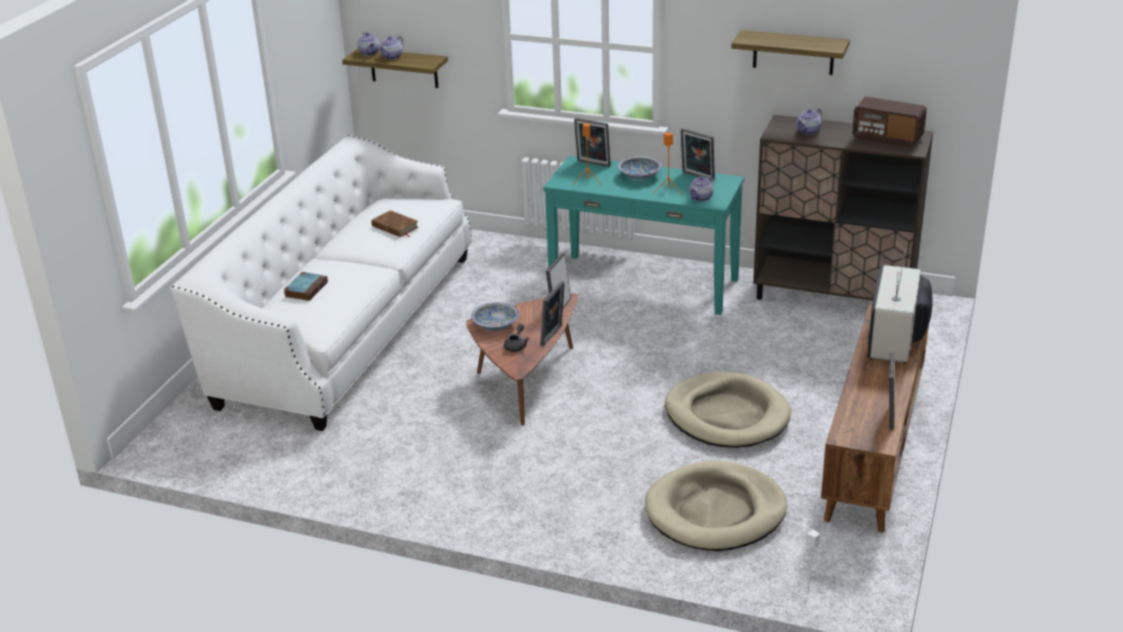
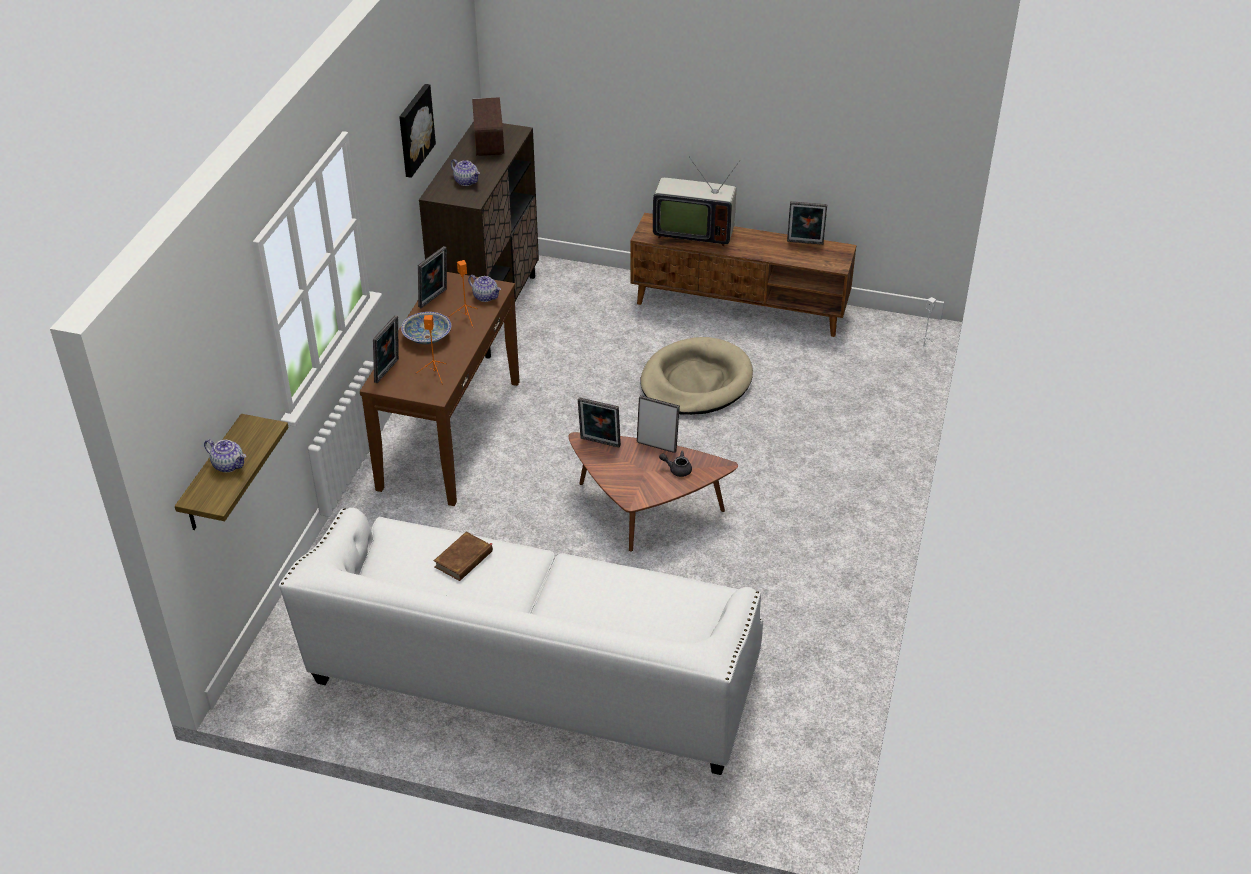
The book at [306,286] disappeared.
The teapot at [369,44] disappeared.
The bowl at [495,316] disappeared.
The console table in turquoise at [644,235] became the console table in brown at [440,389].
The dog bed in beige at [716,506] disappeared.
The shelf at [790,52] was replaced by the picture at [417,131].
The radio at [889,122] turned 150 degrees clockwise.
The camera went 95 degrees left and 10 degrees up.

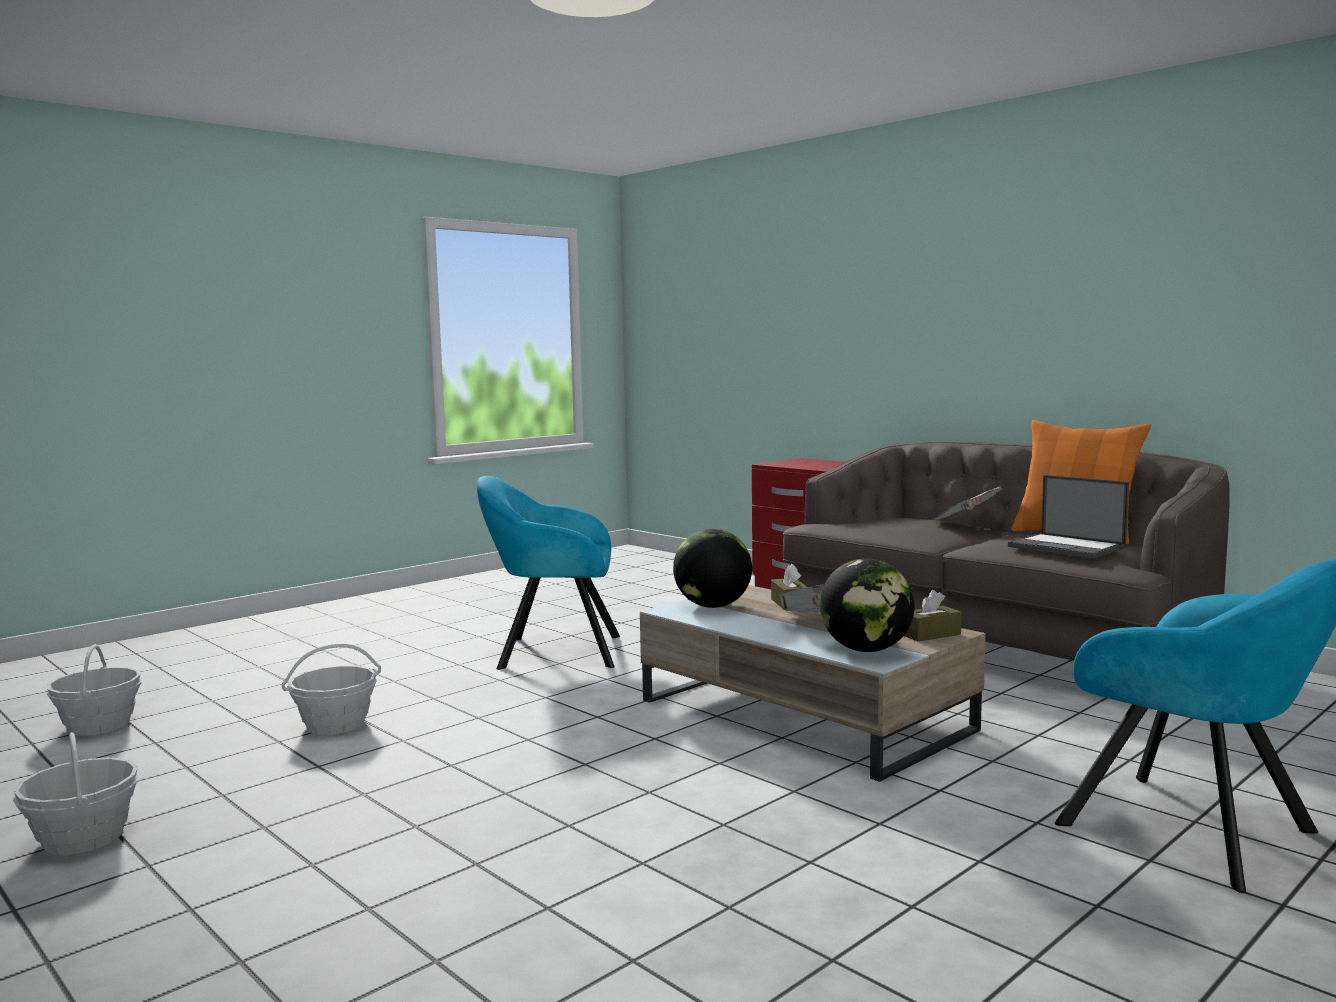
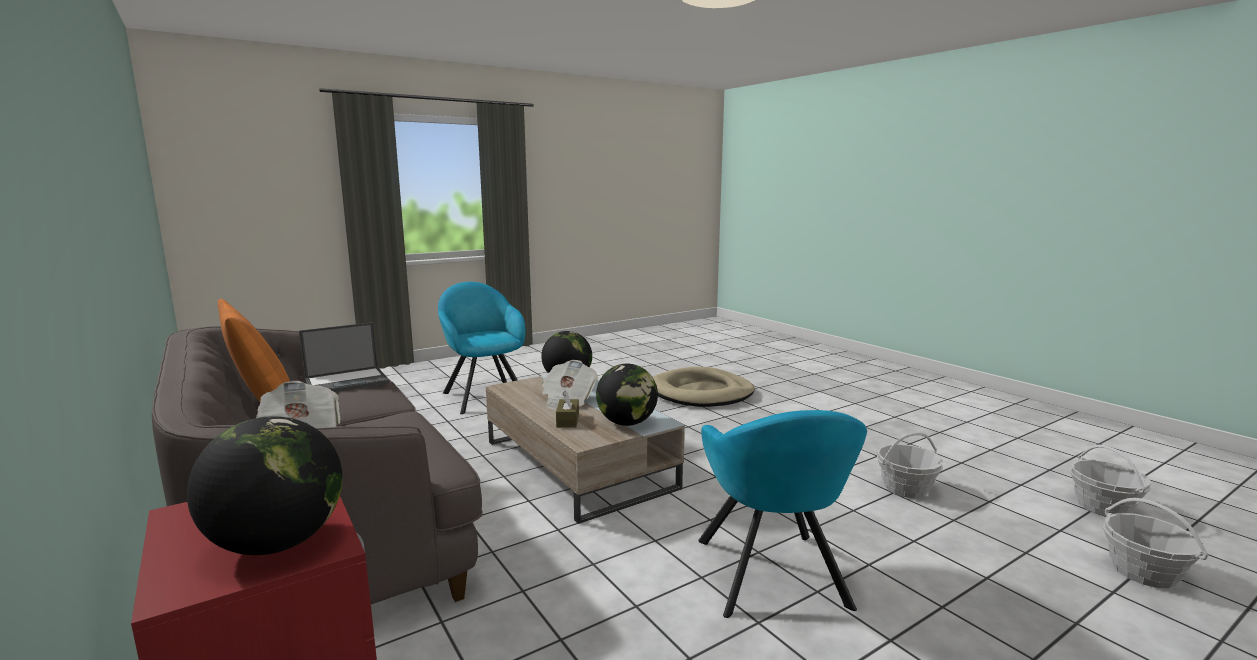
The basket moved from [76,793] to [1155,543].
The armchair in turquoise at [548,573] turned 75 degrees clockwise.
The tissue box in brown at [933,616] disappeared.
The laptop at [1068,517] turned 90 degrees clockwise.
The globe at [264,485] appeared.
The dog bed in beige at [704,387] appeared.
The camera went 170 degrees left and 5 degrees up.

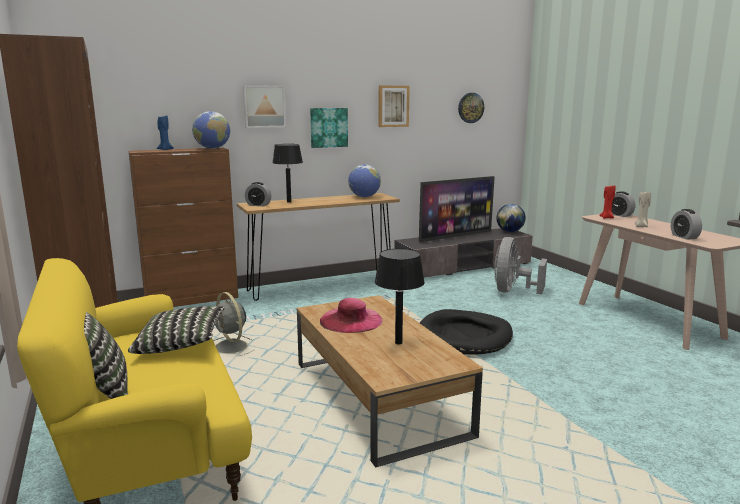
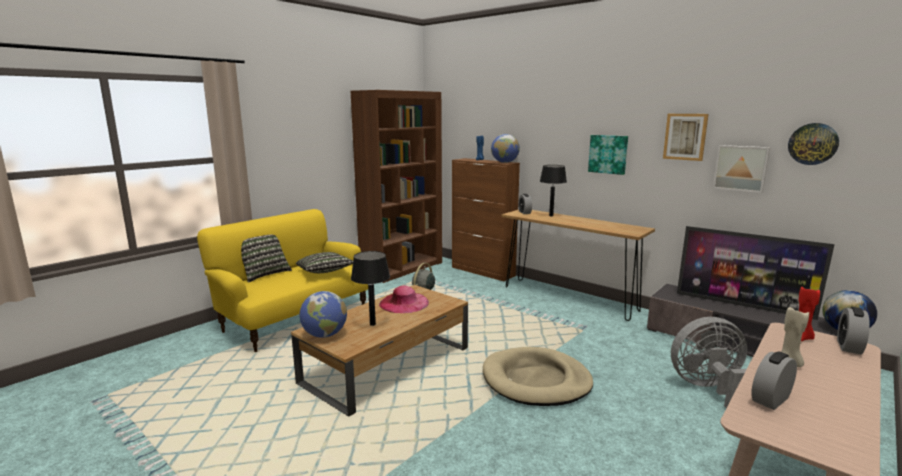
The picture moved from [264,106] to [741,169].
The globe moved from [364,180] to [323,314].
The dog bed in black at [466,332] became the dog bed in beige at [538,376].
The camera went 65 degrees right and 0 degrees up.

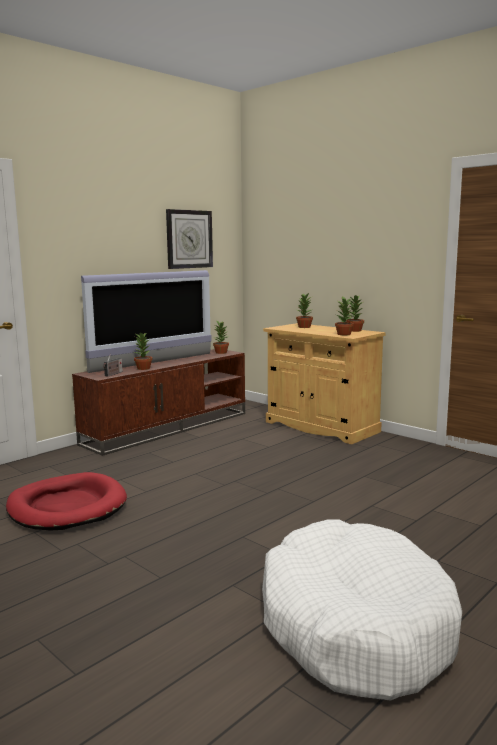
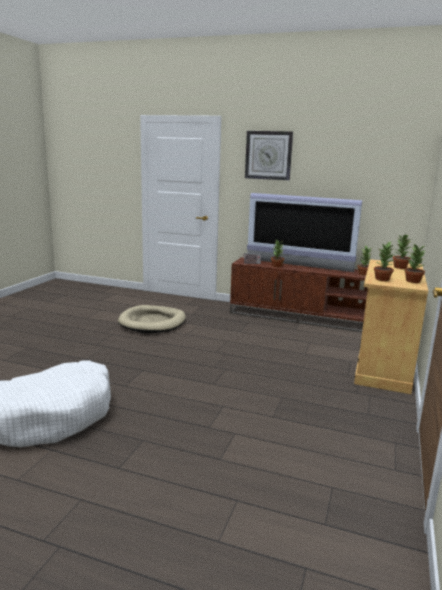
The dog bed in red at [66,501] became the dog bed in beige at [152,319].
The wall clock moved from [189,239] to [269,155].
The camera went 65 degrees right and 5 degrees up.

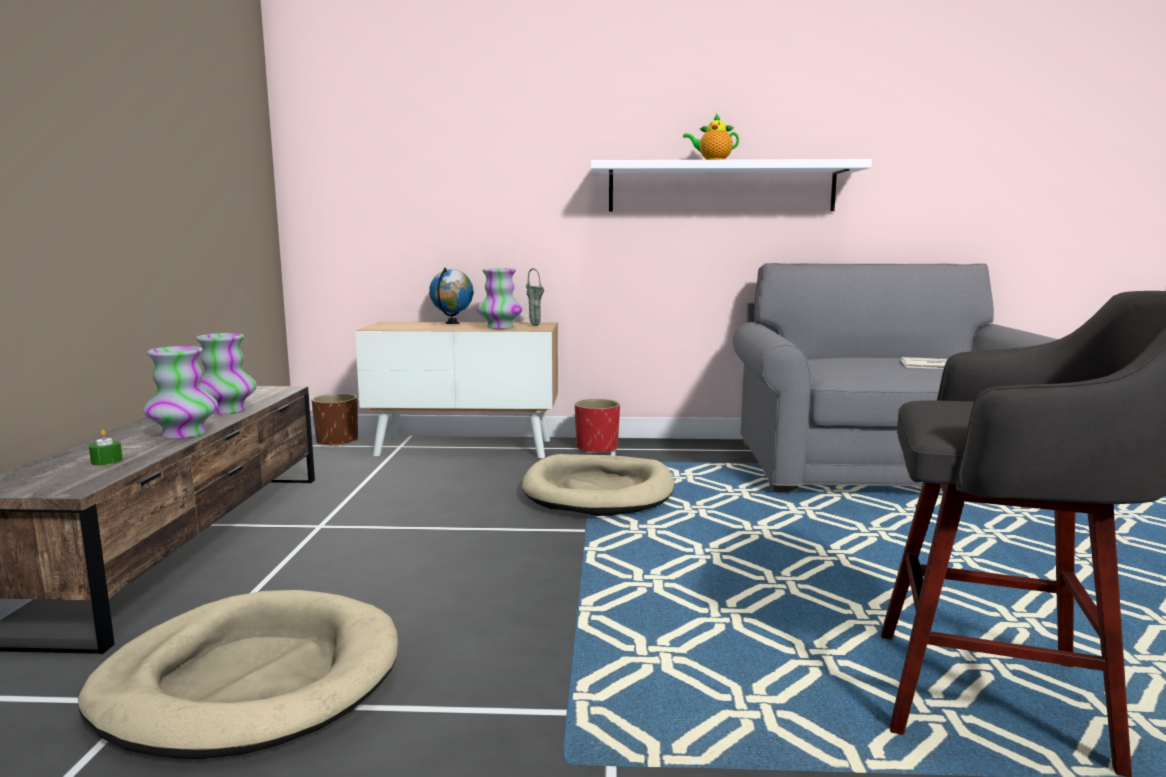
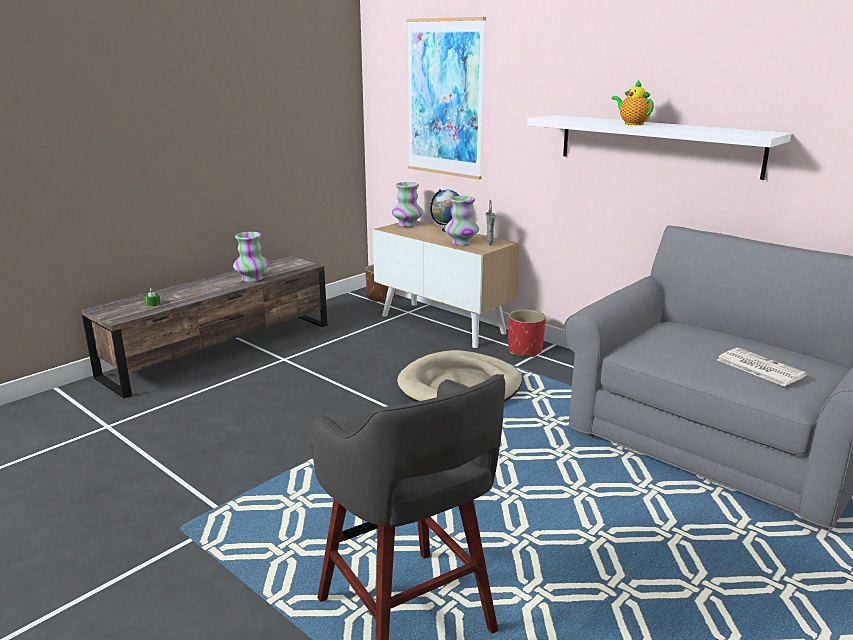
The dog bed in beige at [238,674] disappeared.
The vase moved from [180,392] to [407,204].
The picture at [446,98] appeared.
The camera went 40 degrees right and 10 degrees up.

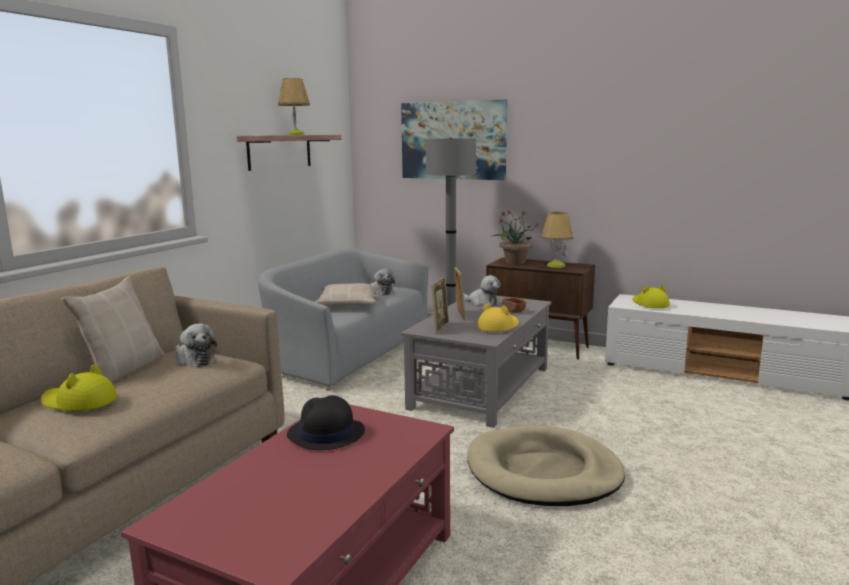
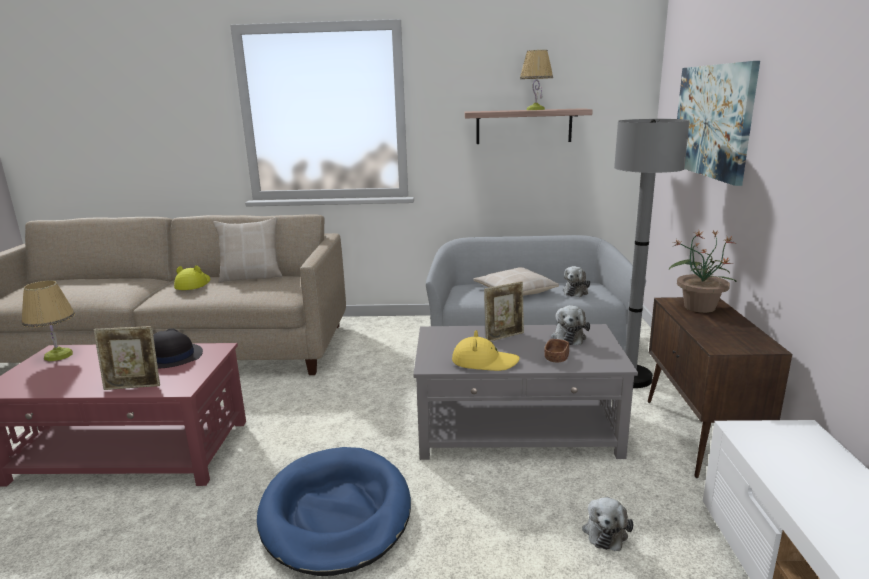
The plush toy moved from [196,345] to [607,524].
The picture frame moved from [440,305] to [127,358].
The dog bed in beige at [546,465] became the dog bed in blue at [334,511].
The table lamp moved from [557,240] to [48,321].
The hat in yellow at [651,296] disappeared.
The camera went 65 degrees right and 5 degrees up.

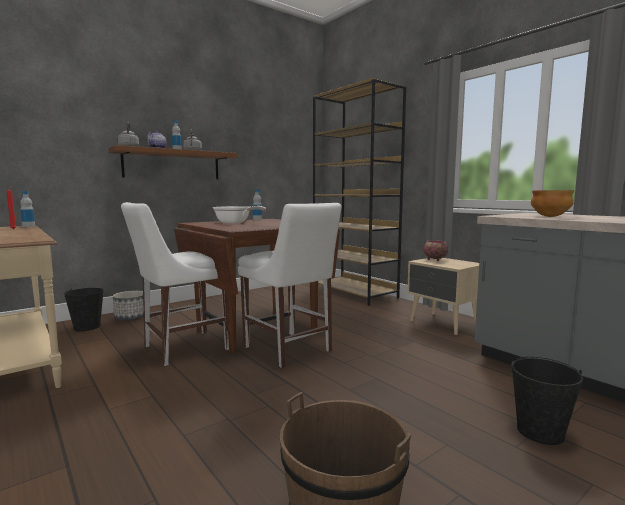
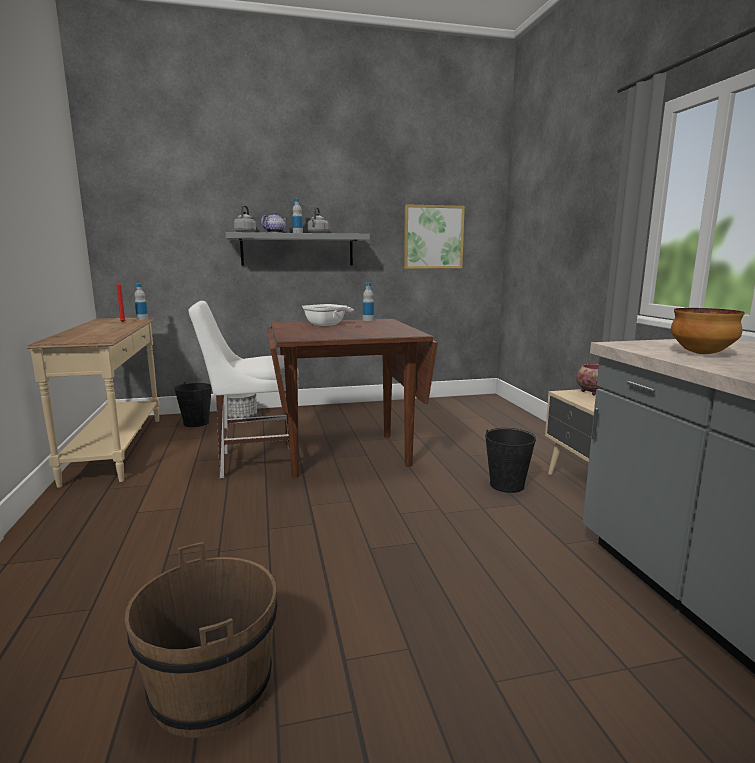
The shelf in brown at [173,162] became the shelf in grey at [298,249].
The chair in white at [290,285] disappeared.
The bookcase in brown at [359,192] disappeared.
The bucket in black moved from [547,401] to [510,460].
The picture at [434,236] appeared.
The camera went 25 degrees right and 5 degrees up.

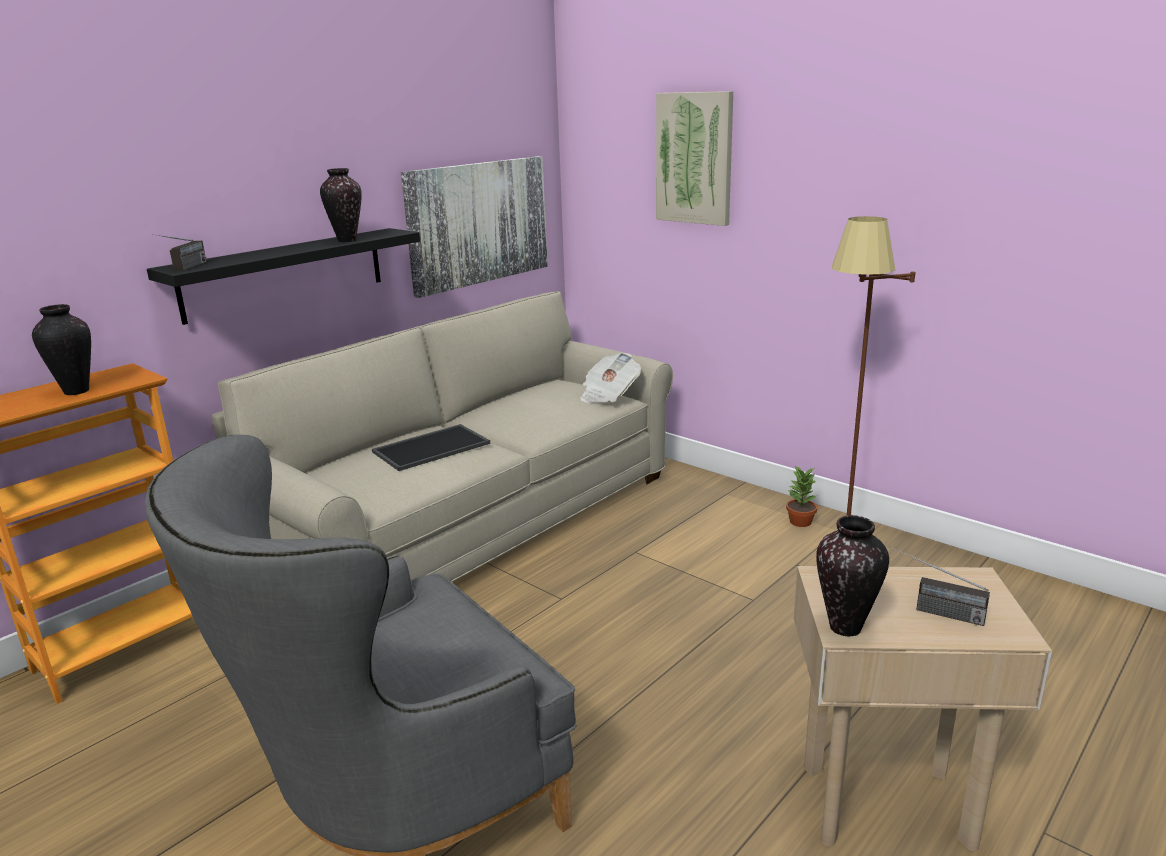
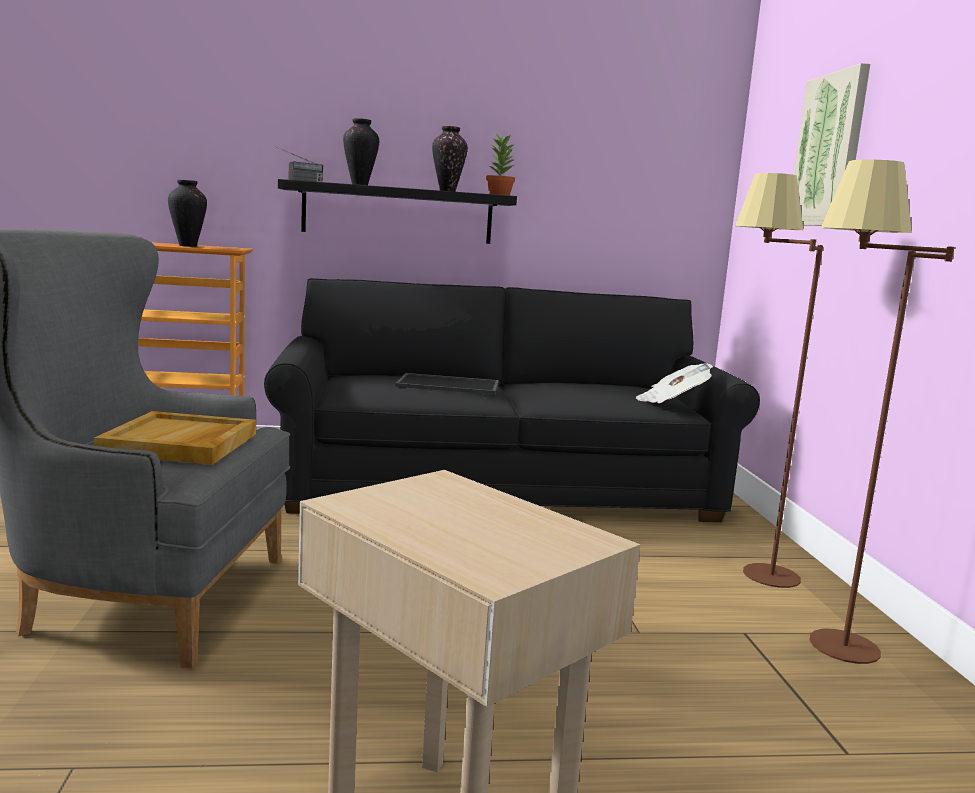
The sofa in beige at [442,436] became the sofa in black at [512,400].
The picture at [474,227] disappeared.
The potted plant moved from [802,496] to [501,164].
The vase moved from [852,575] to [361,151].
The radio at [939,586] disappeared.
The tray in beige at [175,438] appeared.
The floor lamp in brown at [779,380] appeared.
The camera went 40 degrees right and 10 degrees down.

